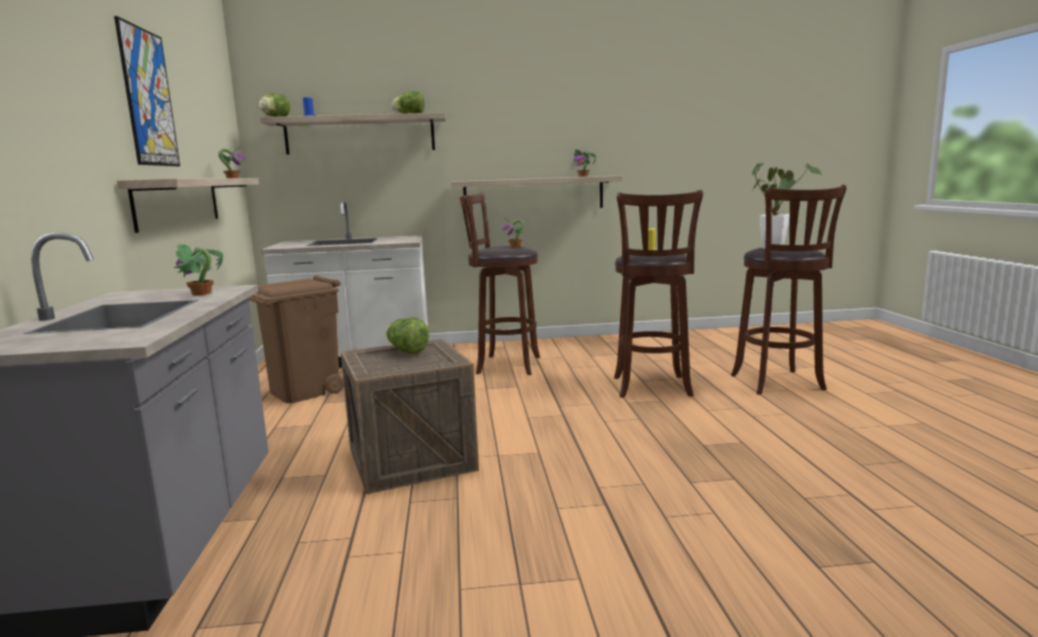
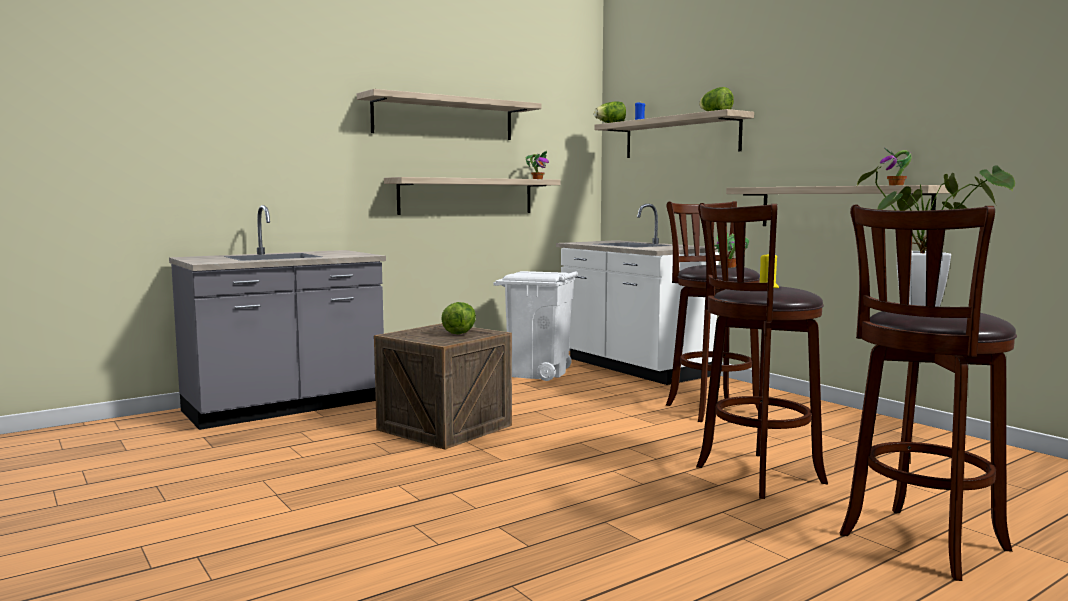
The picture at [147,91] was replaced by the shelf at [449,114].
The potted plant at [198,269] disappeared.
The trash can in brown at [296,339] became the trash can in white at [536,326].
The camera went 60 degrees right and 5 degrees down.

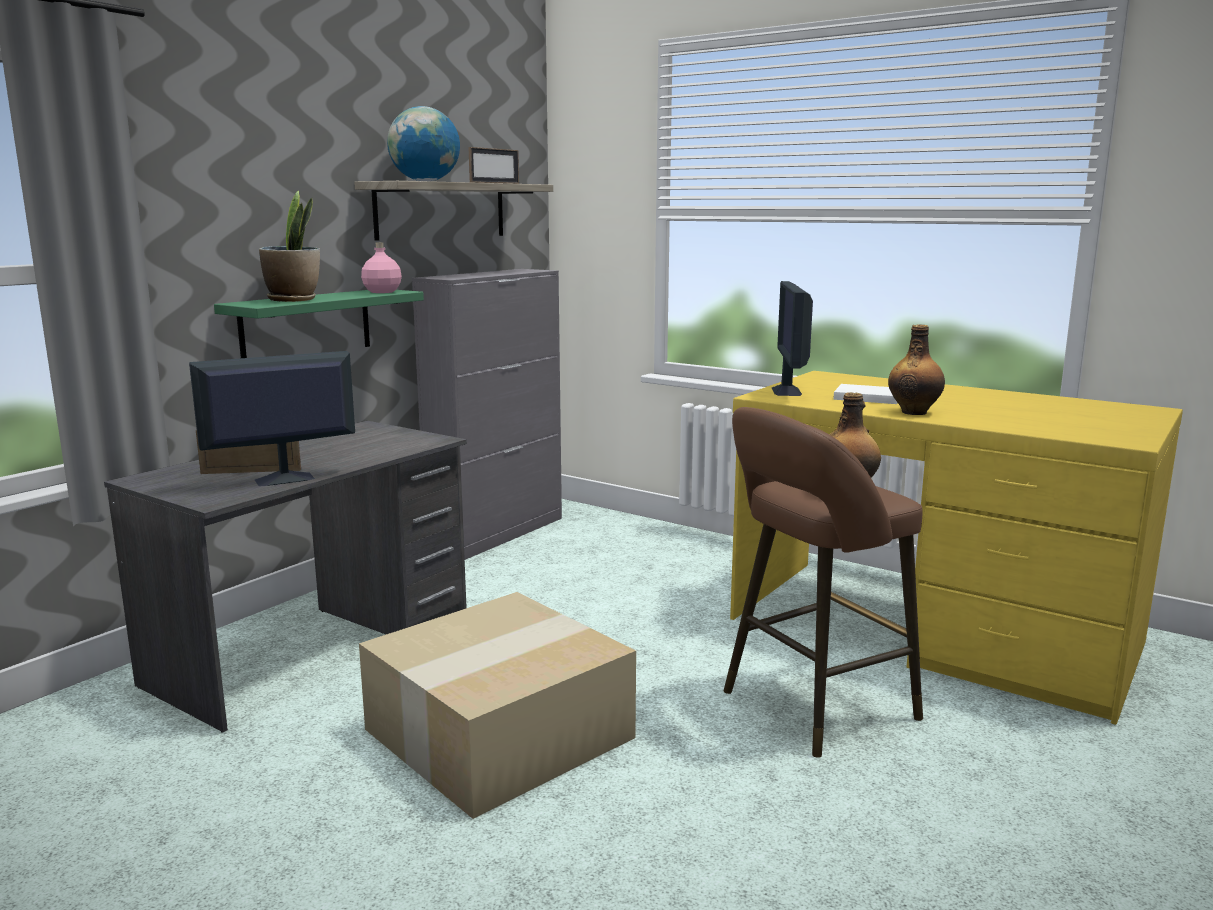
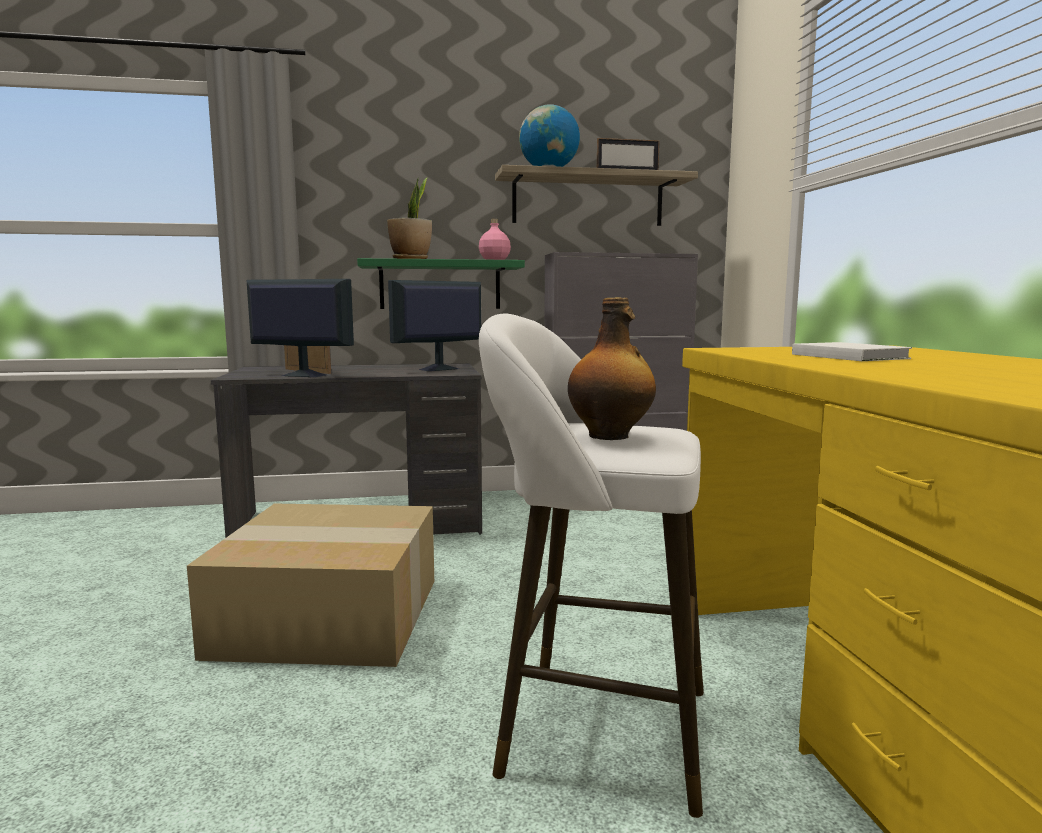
The stool in brown at [823,582] became the stool in white at [591,565].
The monitor moved from [792,338] to [434,325].
The bottle at [916,369] disappeared.
The camera went 45 degrees right and 5 degrees down.

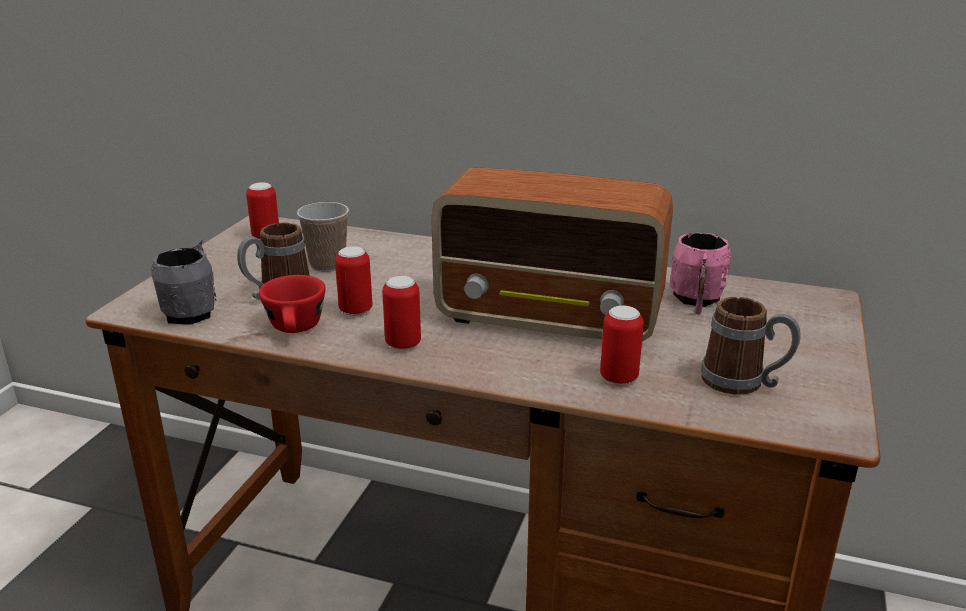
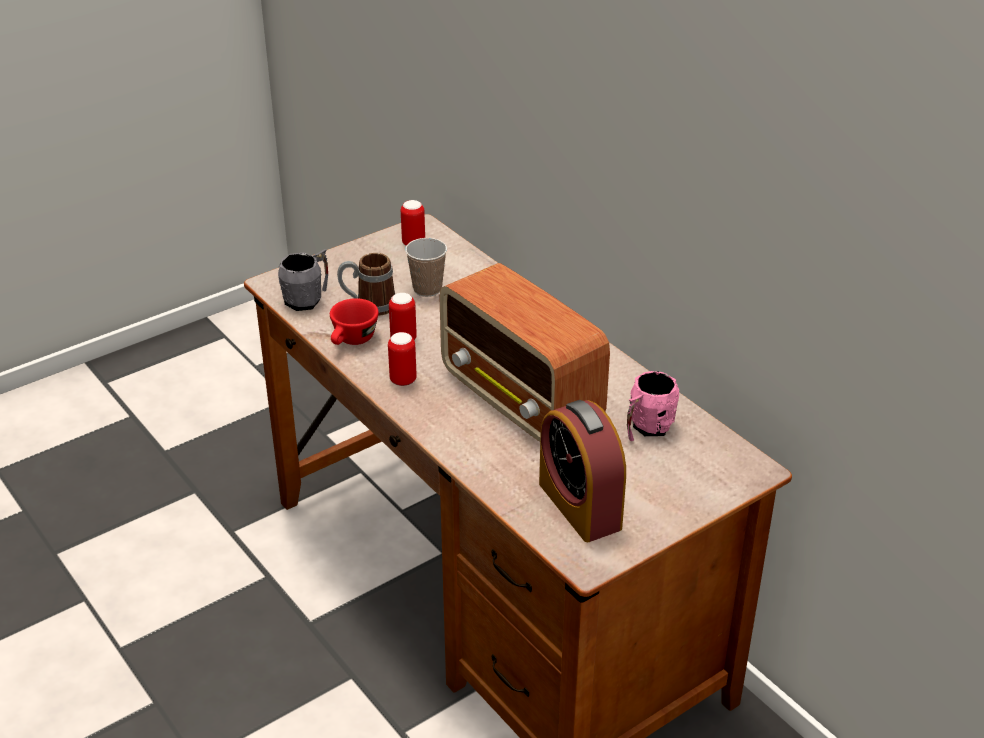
The can at [622,345] disappeared.
The mug at [751,346] was replaced by the alarm clock at [582,471].
The camera went 35 degrees right and 10 degrees up.

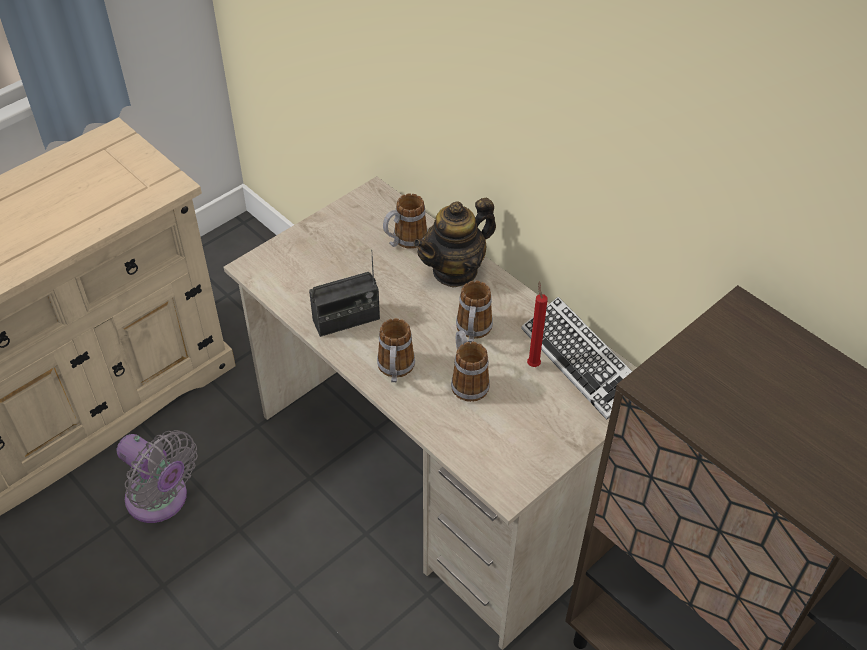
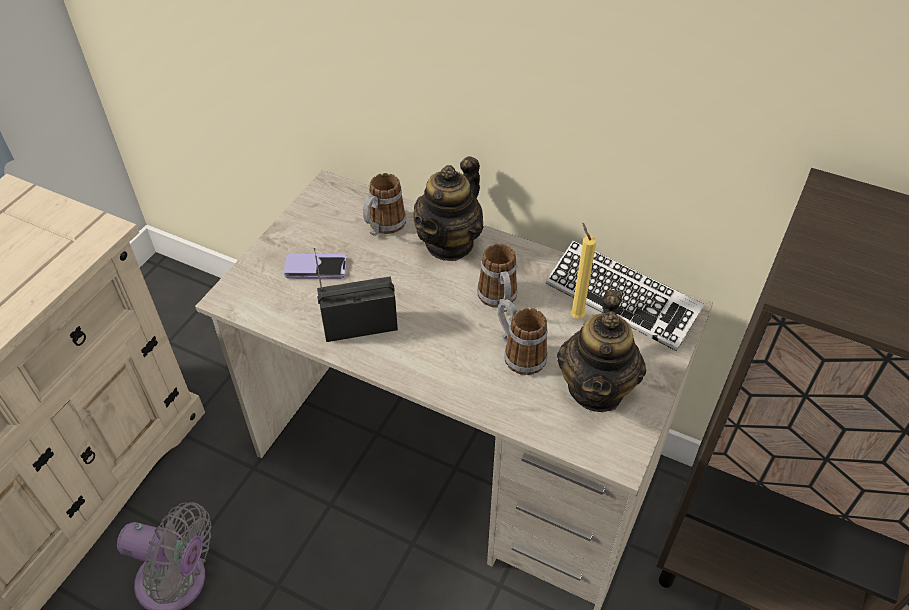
The radio at [344,293] turned 150 degrees counterclockwise.
The mug at [396,350] disappeared.
The candle in red at [537,324] became the candle in yellow at [583,270].
The phone at [315,266] appeared.
The teapot at [602,351] appeared.
The camera went 20 degrees left and 0 degrees up.

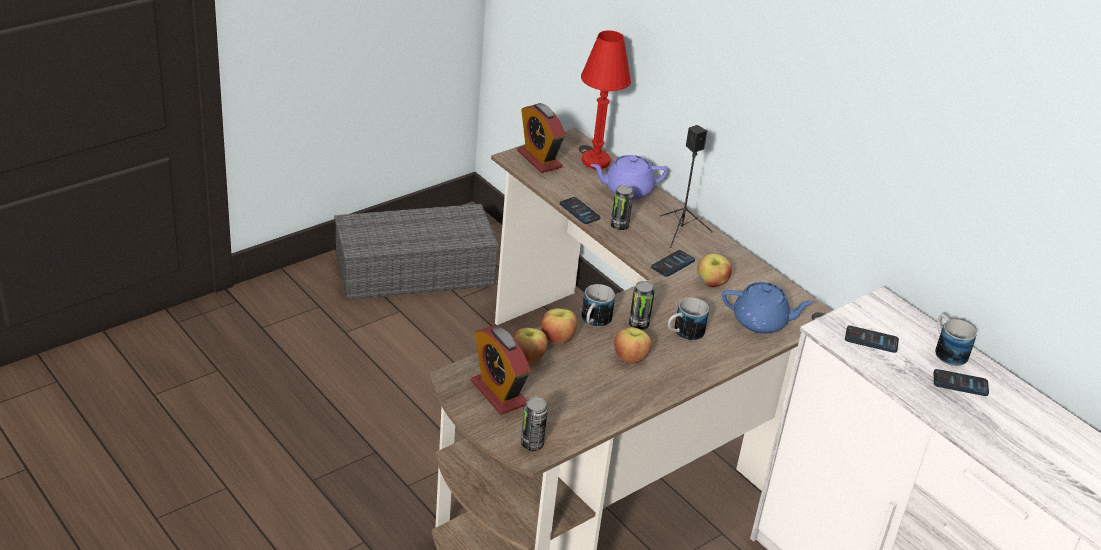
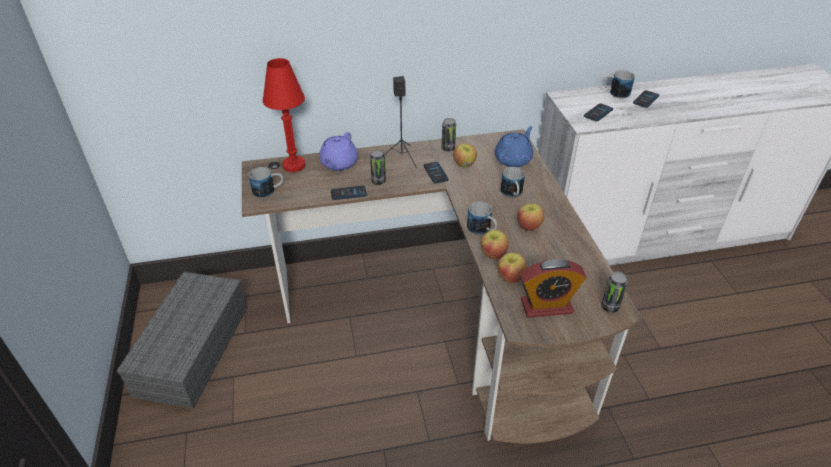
The alarm clock at [541,138] was replaced by the mug at [266,182].
The can moved from [642,305] to [449,134].
The camera went 60 degrees left and 5 degrees up.

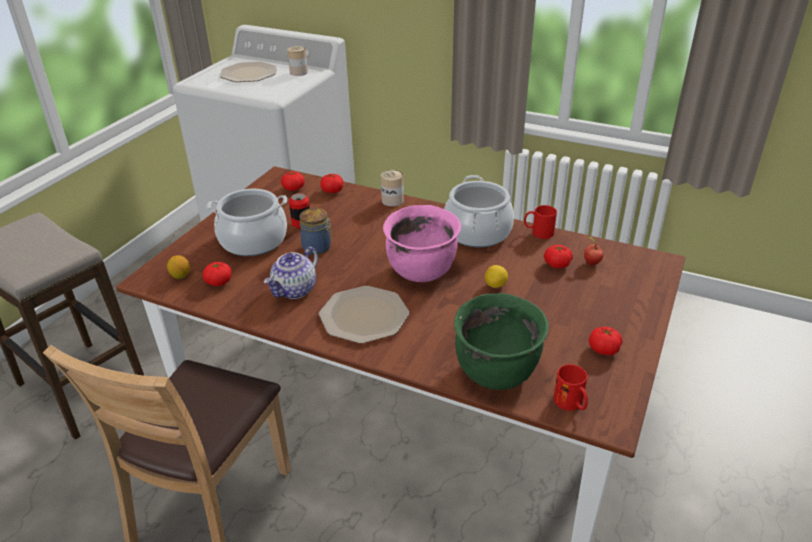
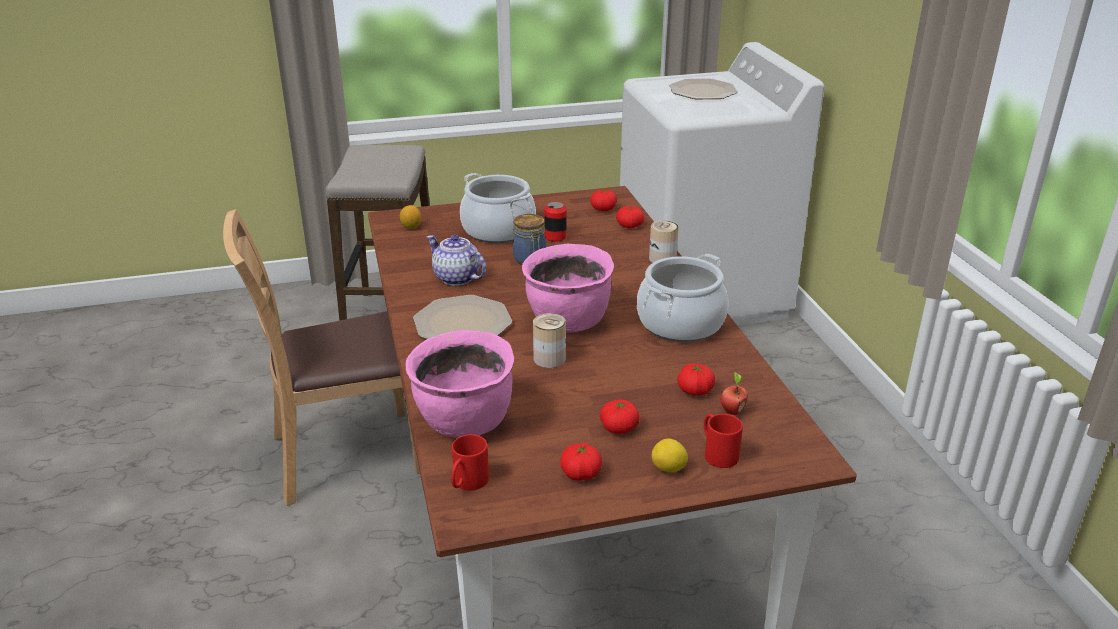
The tomato moved from [216,274] to [620,417].
The teapot at [291,273] turned 45 degrees clockwise.
The can moved from [297,61] to [549,340].
The cooking pot in green at [501,341] became the cooking pot in pink at [459,384].
The lemon moved from [496,276] to [669,455].
The mug in red moved from [540,222] to [723,441].
The camera went 50 degrees right and 5 degrees down.

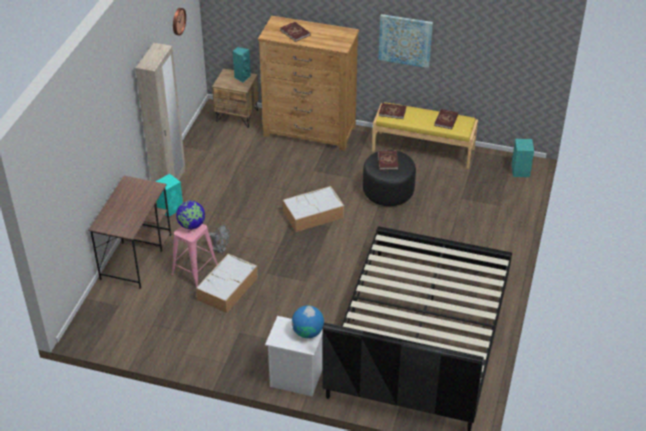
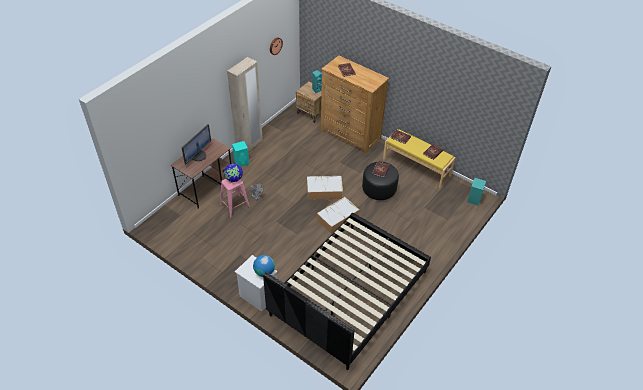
The storage box moved from [227,283] to [338,215].
The picture at [405,41] disappeared.
The monitor at [196,144] appeared.
The camera went 20 degrees right and 5 degrees up.

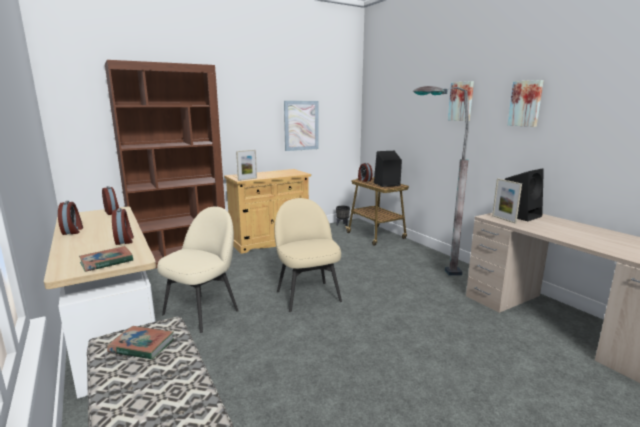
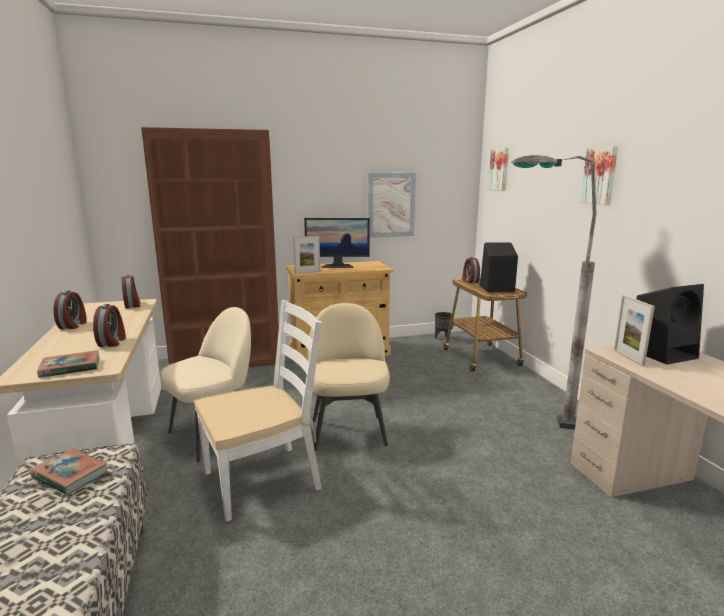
The picture moved from [526,103] to [498,169].
The chair in white at [258,411] appeared.
The monitor at [337,243] appeared.
The camera went 15 degrees right and 0 degrees up.

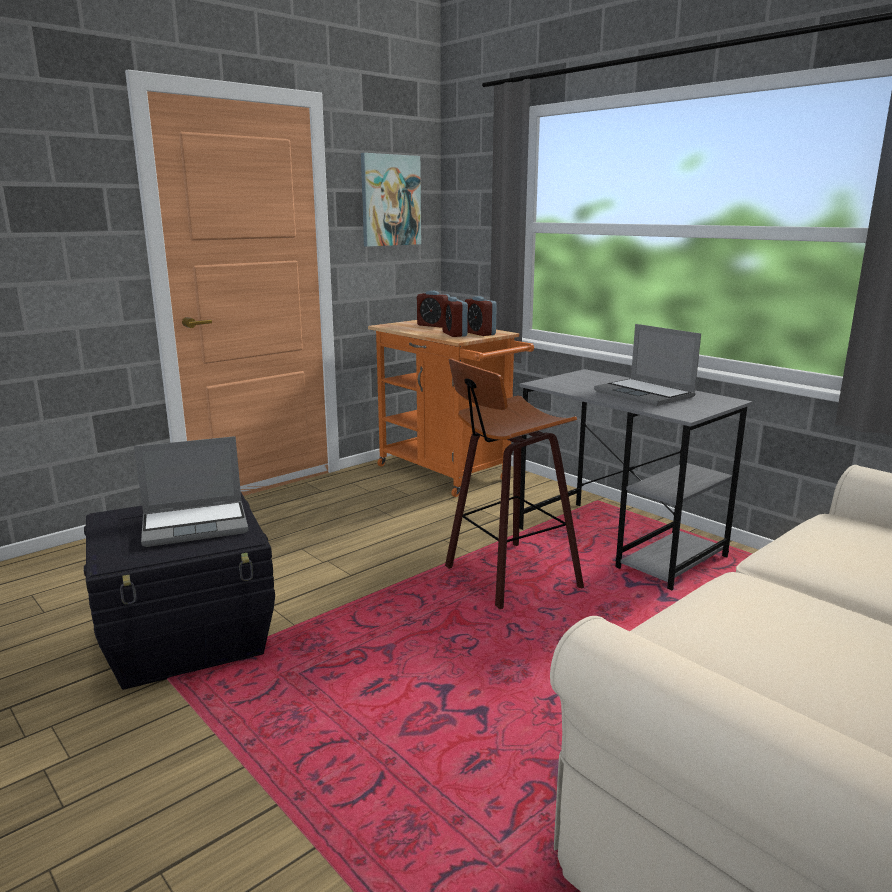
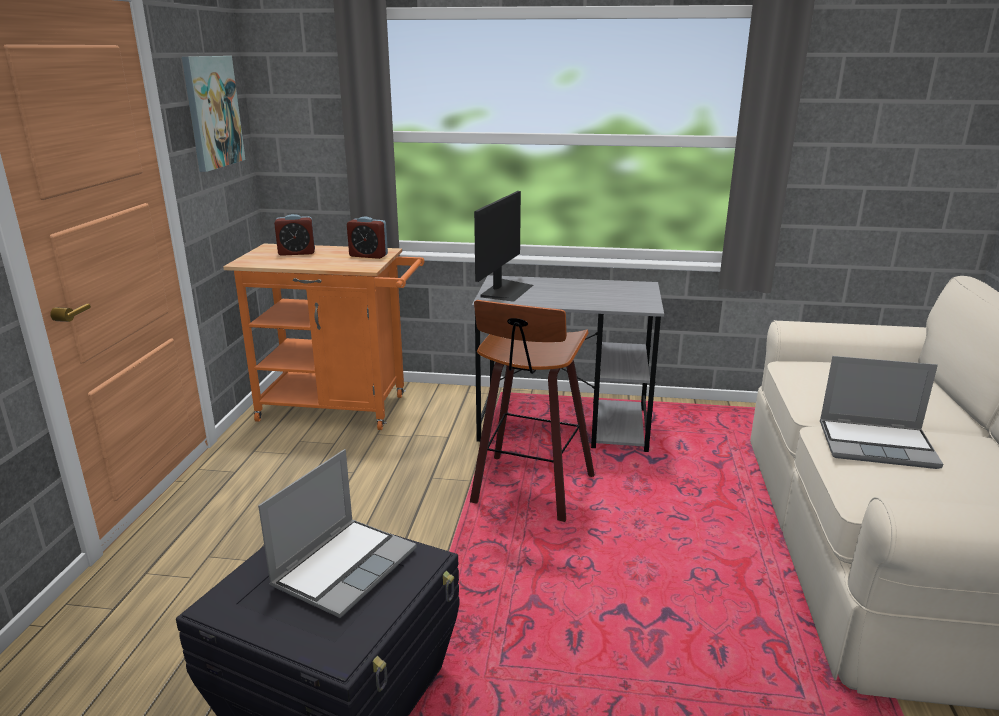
The alarm clock at [455,317] disappeared.
The laptop moved from [647,365] to [881,412].
The monitor at [503,246] appeared.
The camera went 40 degrees left and 5 degrees up.

